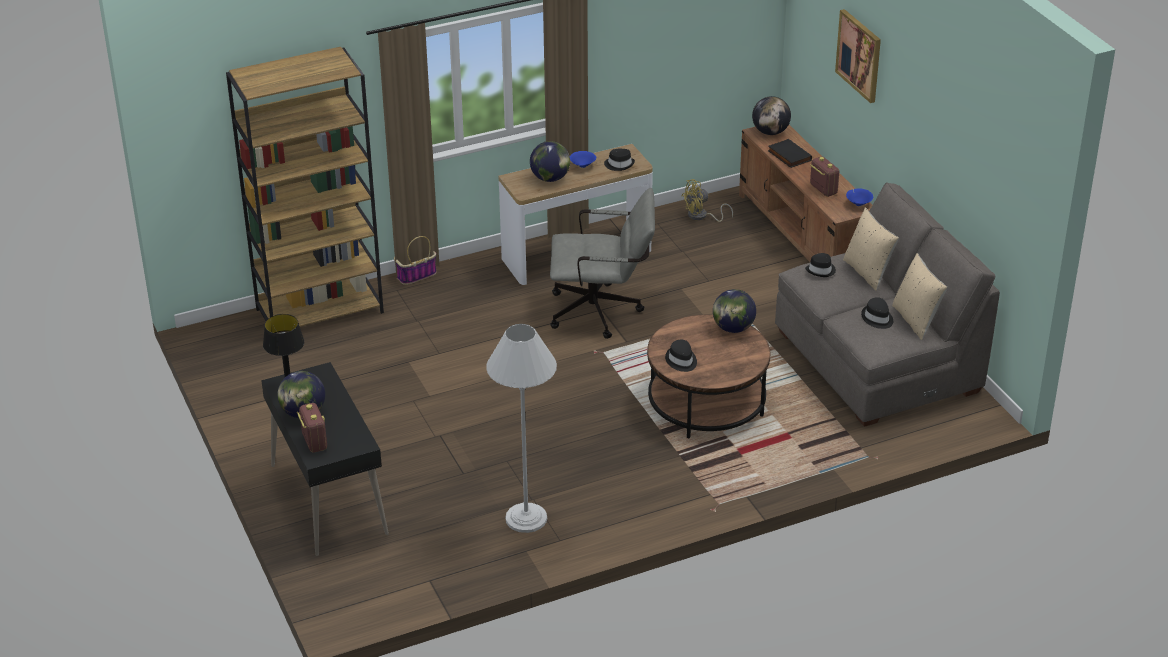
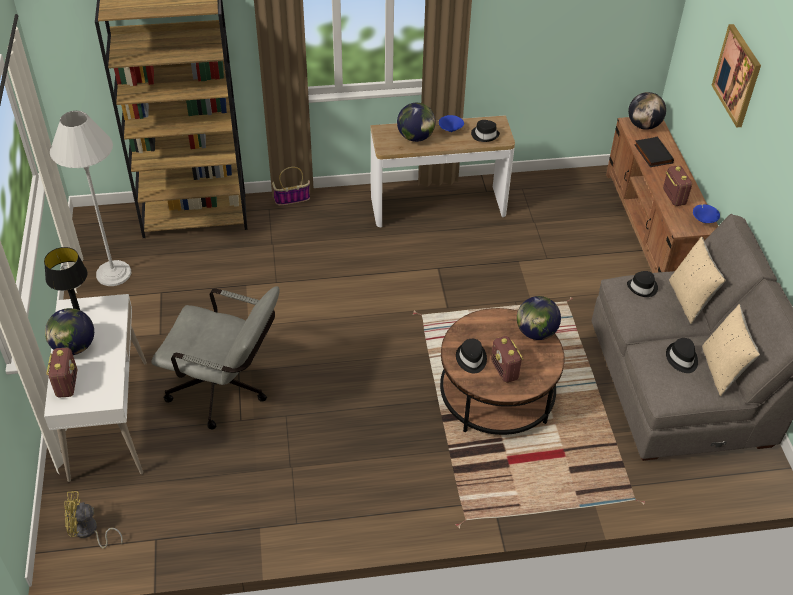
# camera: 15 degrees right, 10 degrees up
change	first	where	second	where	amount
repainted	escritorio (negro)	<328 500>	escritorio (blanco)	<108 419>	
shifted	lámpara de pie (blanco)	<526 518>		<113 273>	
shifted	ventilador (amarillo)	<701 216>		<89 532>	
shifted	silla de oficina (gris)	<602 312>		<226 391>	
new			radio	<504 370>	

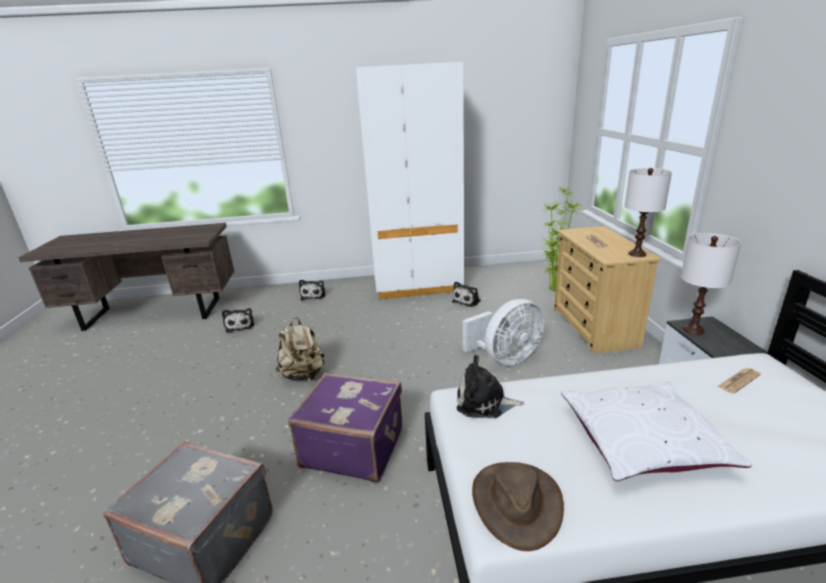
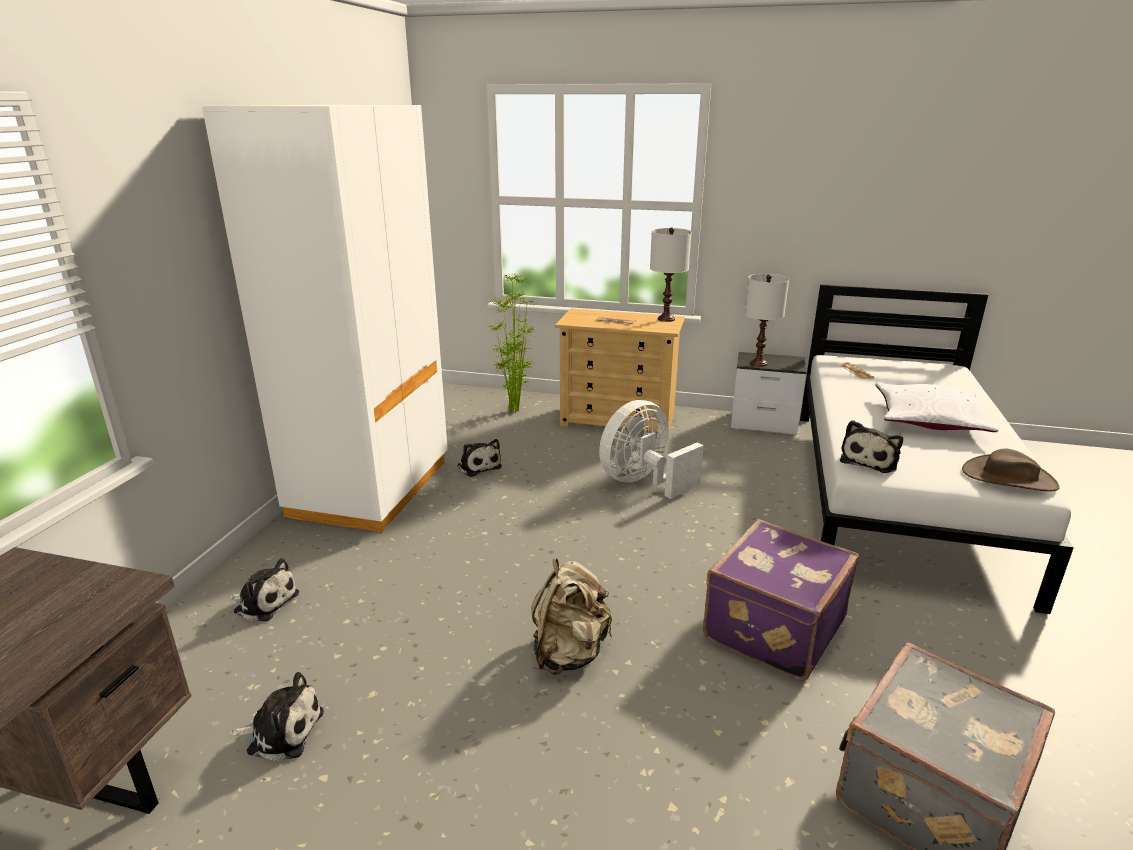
# camera: 70 degrees left, 0 degrees up
change	first	where	second	where	amount
rotated	ventilador (blanco)	<505 358>		<643 482>	120 degrees counterclockwise

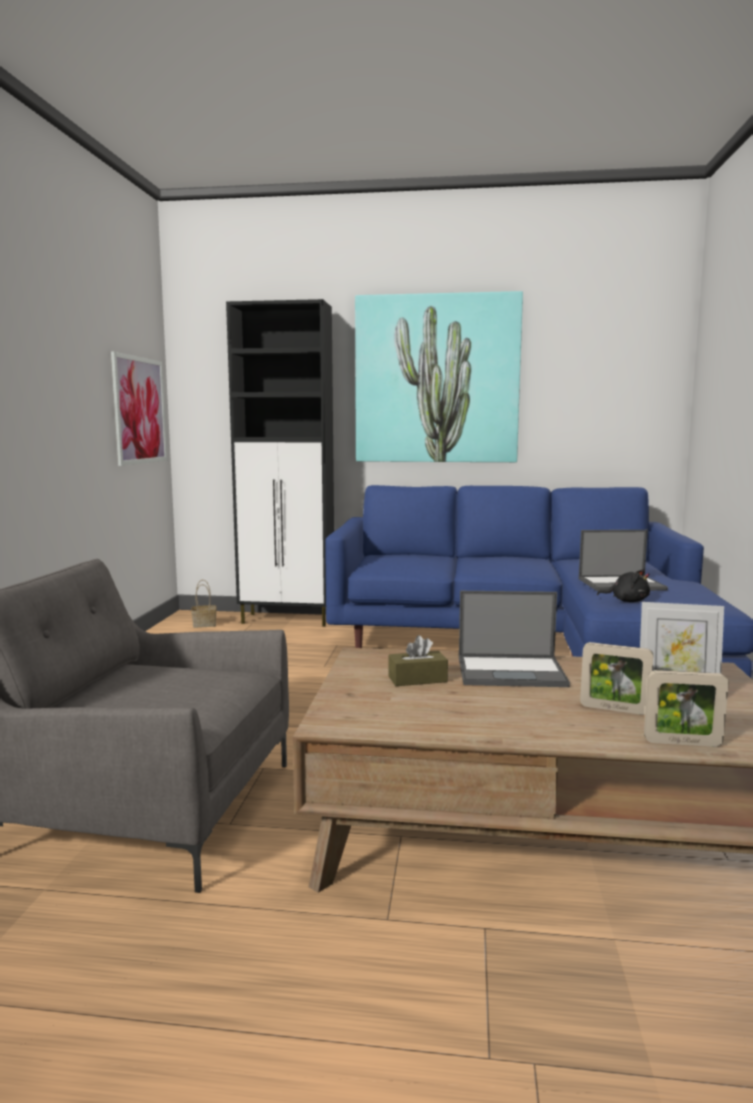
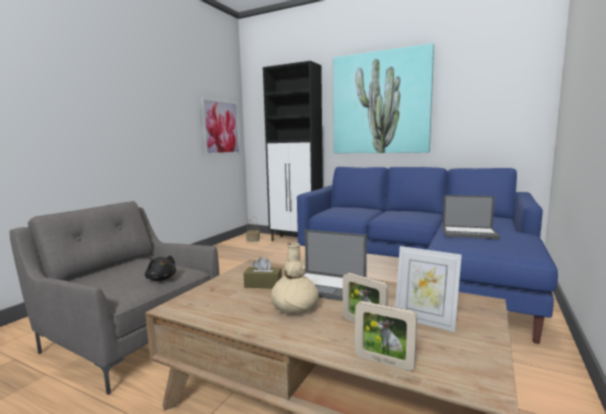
# camera: 20 degrees right, 0 degrees up
change	first	where	second	where	amount
shifted	peluche (negro)	<627 601>		<161 279>	
new			florero (beis)	<294 307>	

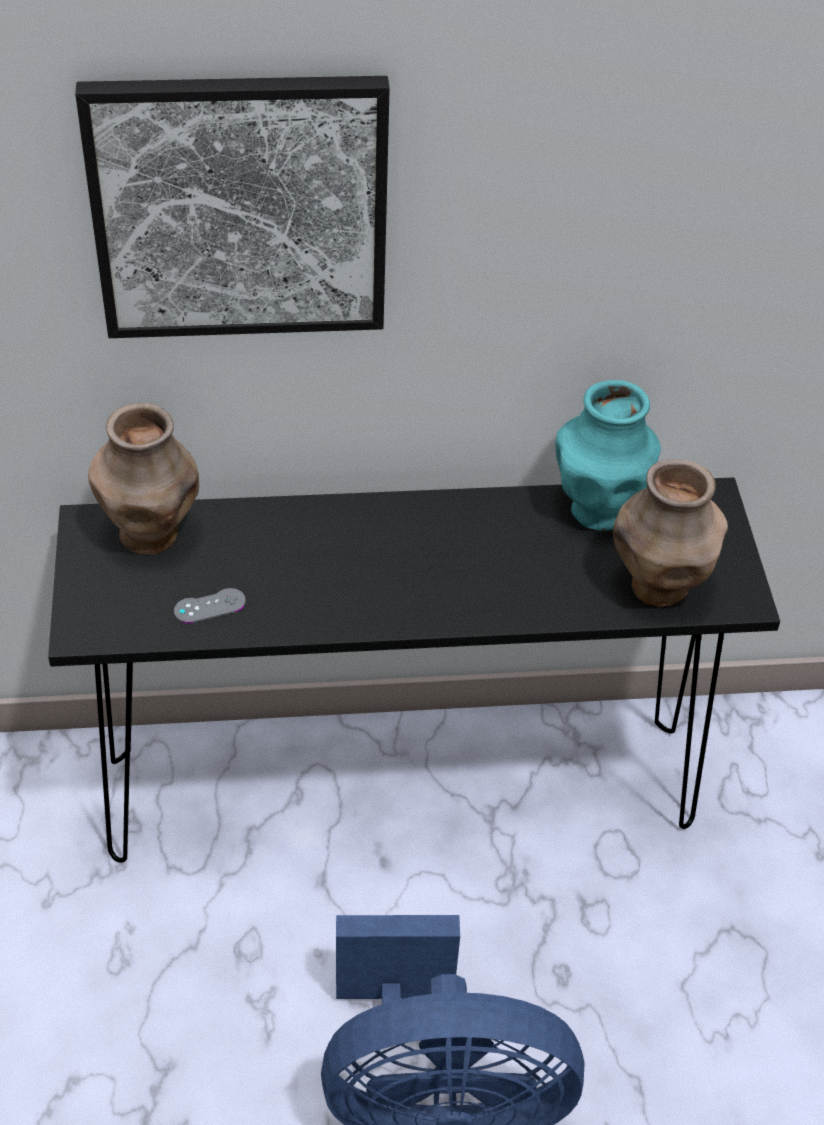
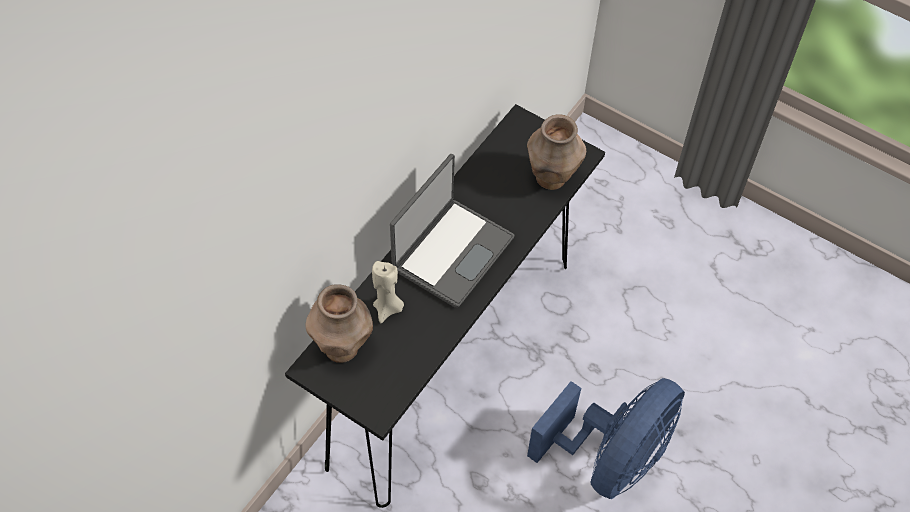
# camera: 50 degrees left, 10 degrees up
change	first	where	second	where	amount
new			vela (beis)	<388 309>	
new			portátil	<451 252>	
gone	cuadro	<240 207>			
gone	mando de consola (gris)	<210 606>			
gone	florero (turquesa)	<598 510>			

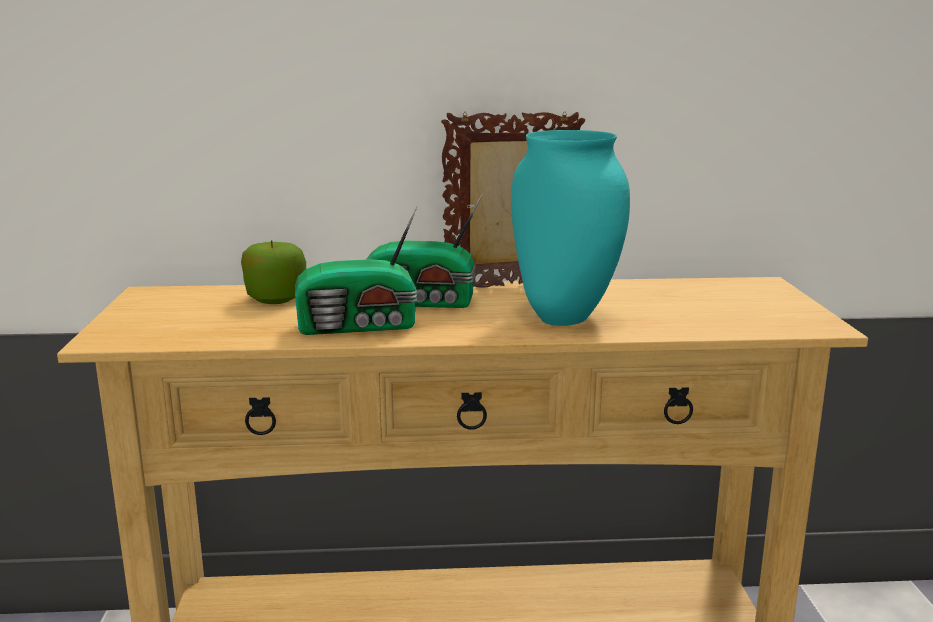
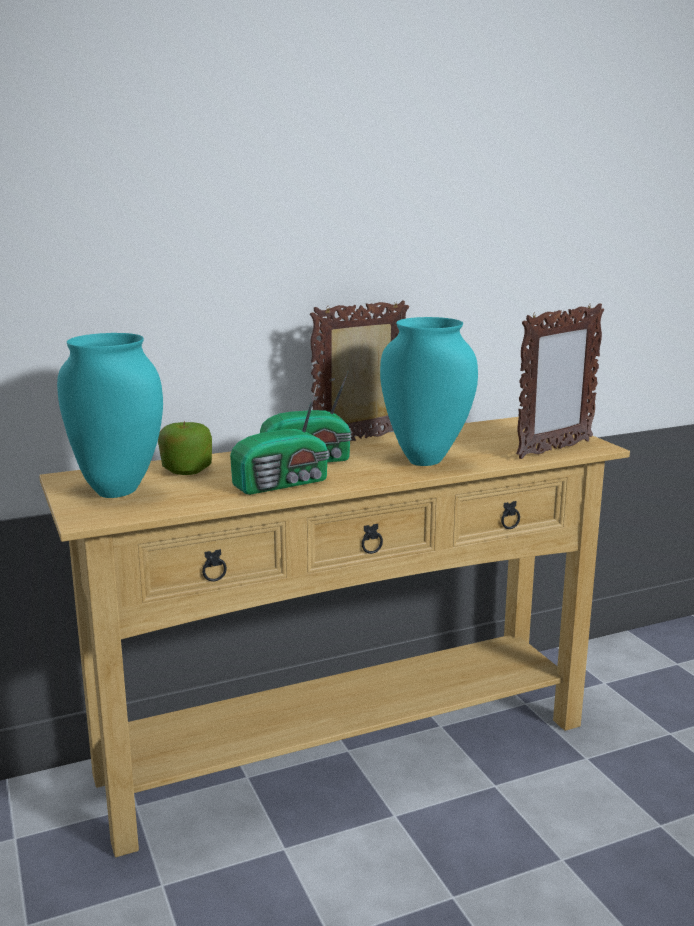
# camera: 20 degrees left, 0 degrees up
change	first	where	second	where	amount
new			florero (turquesa)	<119 490>	
new			portarretratos	<553 450>	

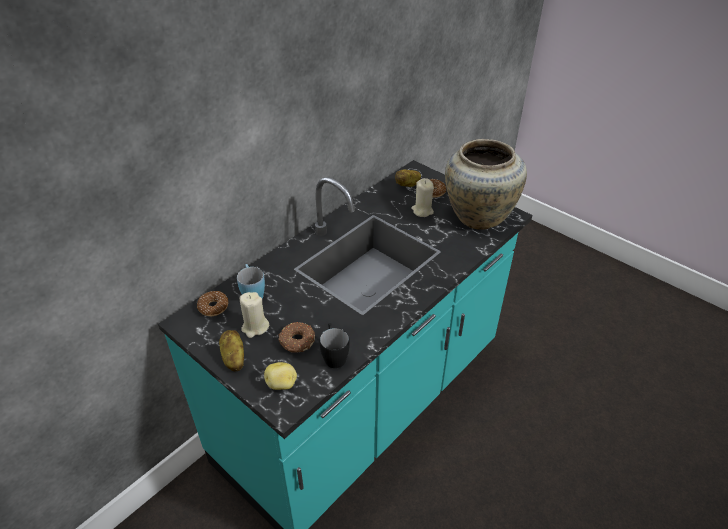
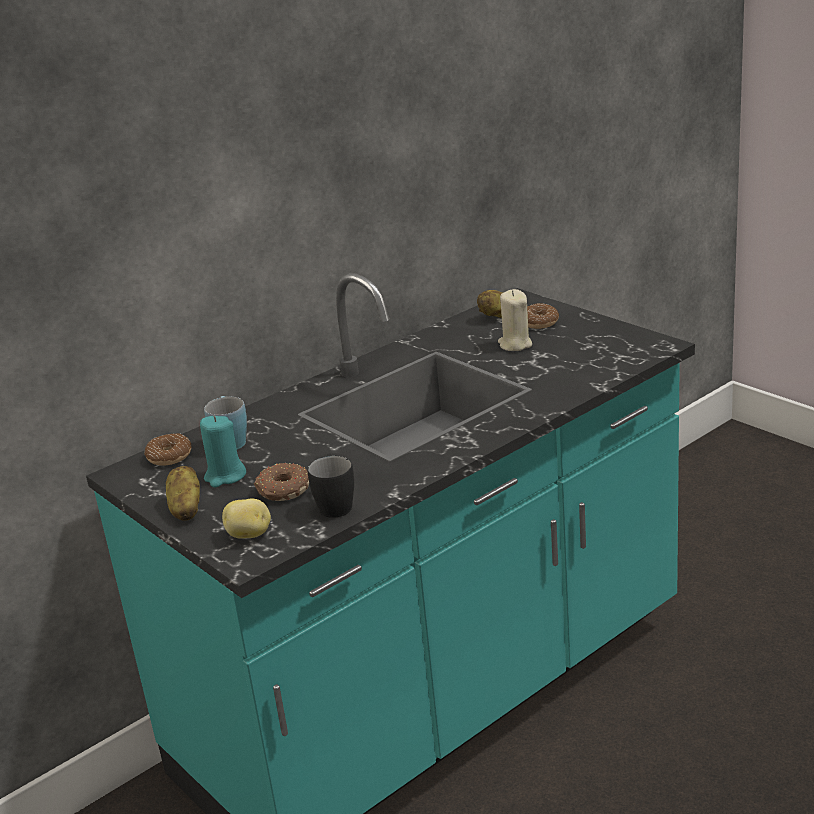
# camera: 10 degrees right, 15 degrees down
change	first	where	second	where	amount
repainted	vela (beis)	<255 327>	vela (turquesa)	<225 476>	
gone	florero (beis)	<478 215>			

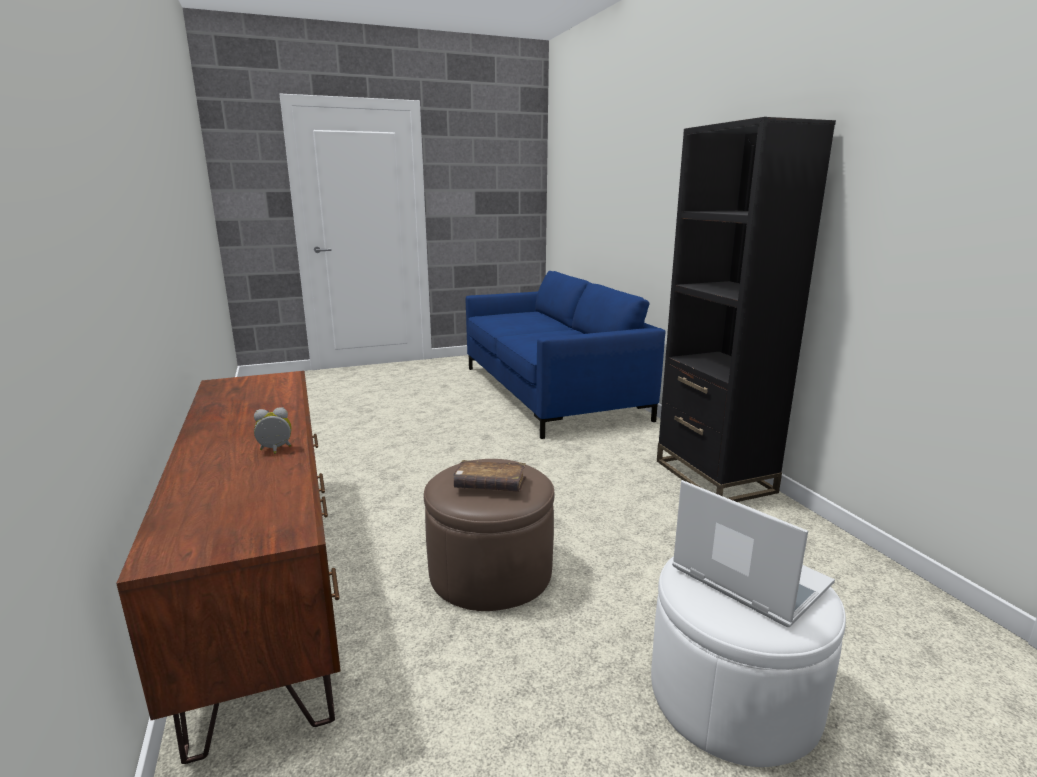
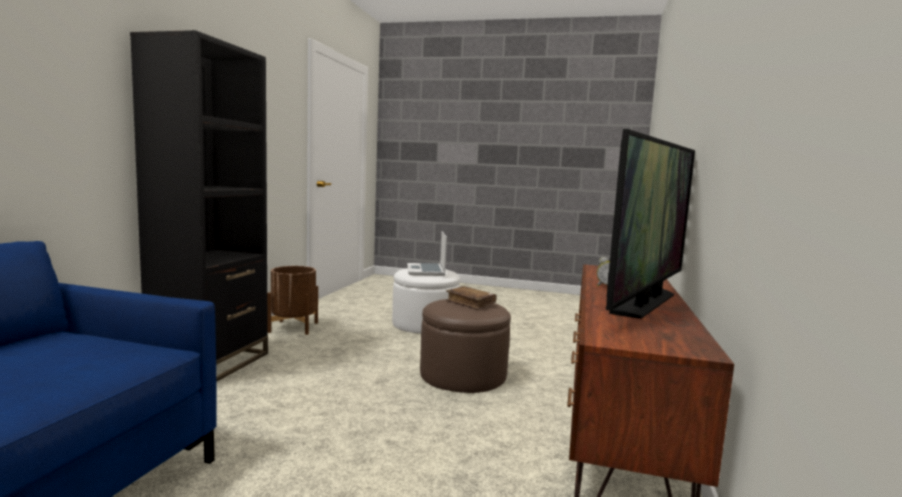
# camera: 145 degrees left, 10 degrees down
change	first	where	second	where	amount
new			maceta (marrón)	<293 327>	
new			televisor	<645 303>	

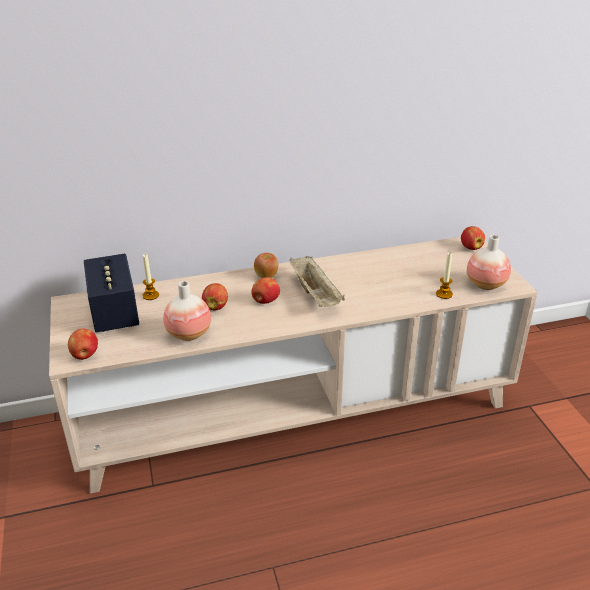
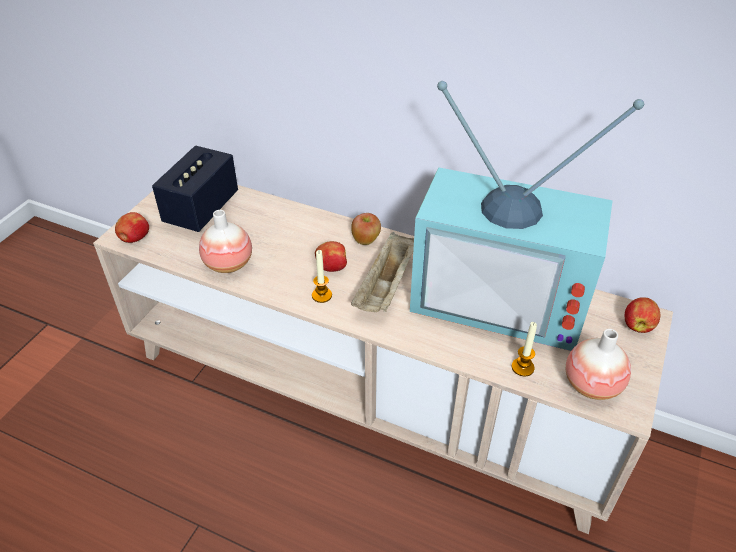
# camera: 40 degrees right, 10 degrees up
change	first	where	second	where	amount
shifted	vela	<150 295>		<322 295>	
new			televisor	<502 297>	
gone	manzana	<215 307>			

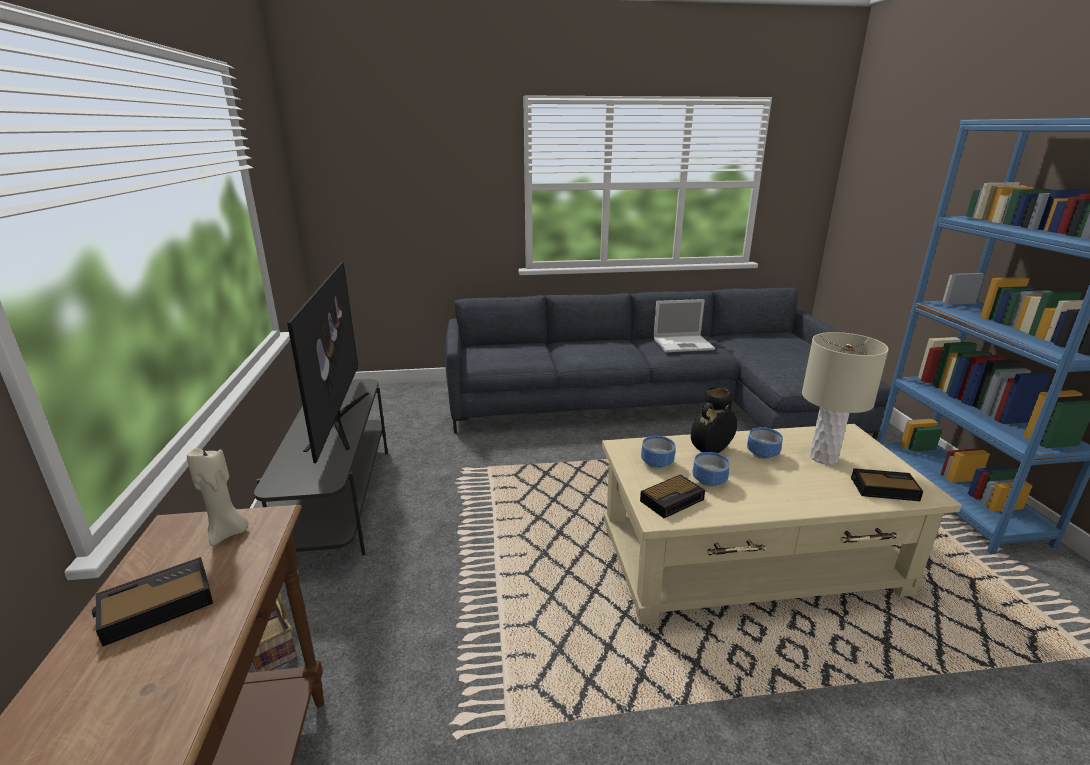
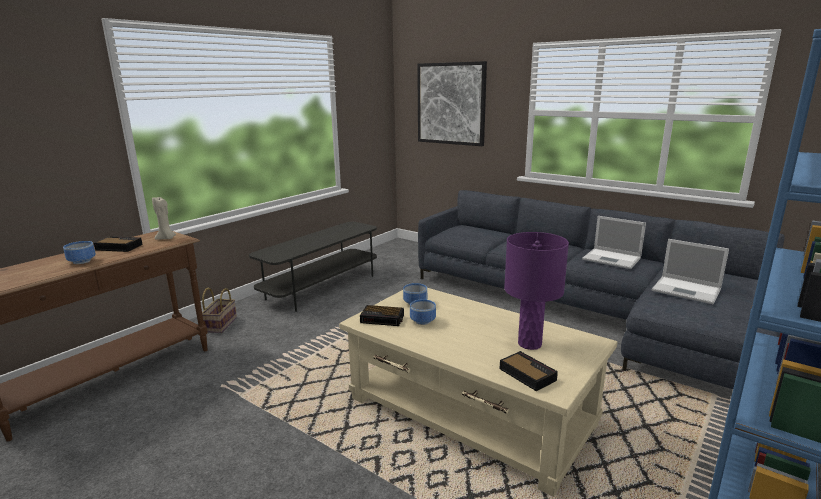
# camera: 45 degrees right, 5 degrees down
change	first	where	second	where	amount
shifted	cuenco	<761 453>		<83 261>	
new			cuadro	<451 104>	
repainted	lámpara de mesa (beis)	<823 458>	lámpara de mesa (morado)	<529 344>	
new			portátil	<687 290>	
gone	televisor	<338 420>			
gone	florero (negro)	<711 451>			

